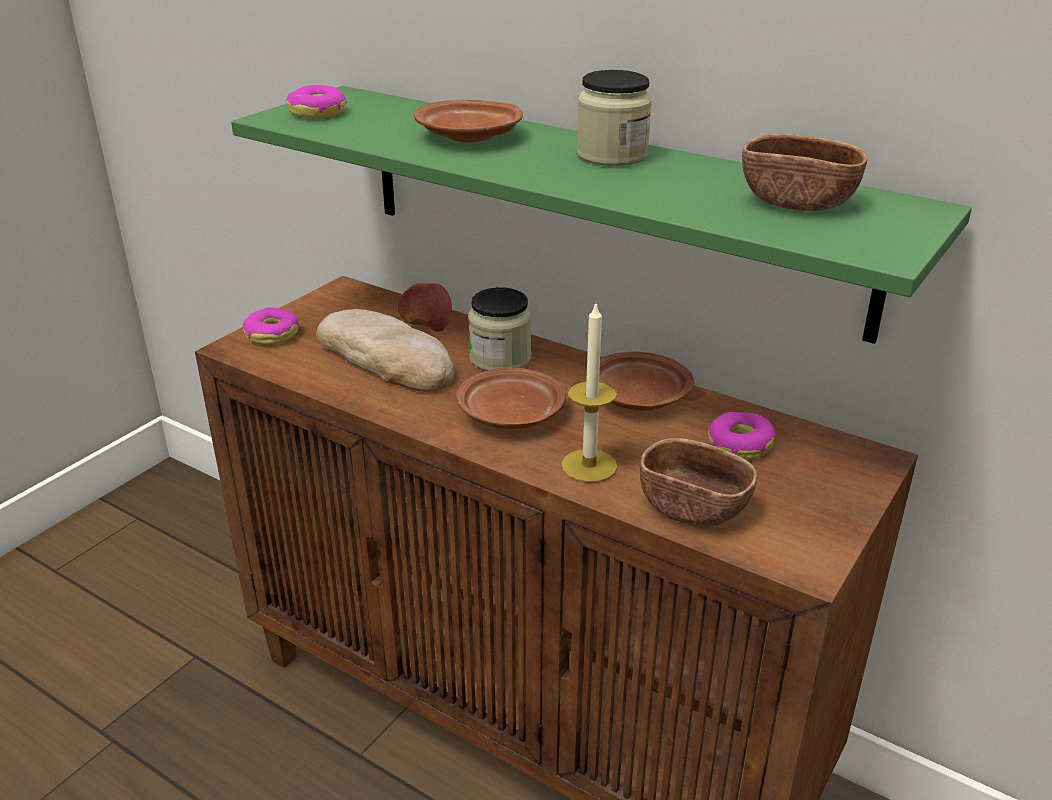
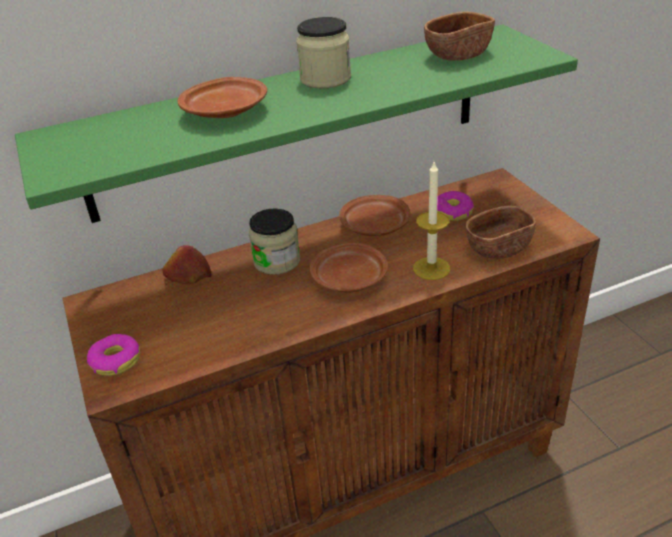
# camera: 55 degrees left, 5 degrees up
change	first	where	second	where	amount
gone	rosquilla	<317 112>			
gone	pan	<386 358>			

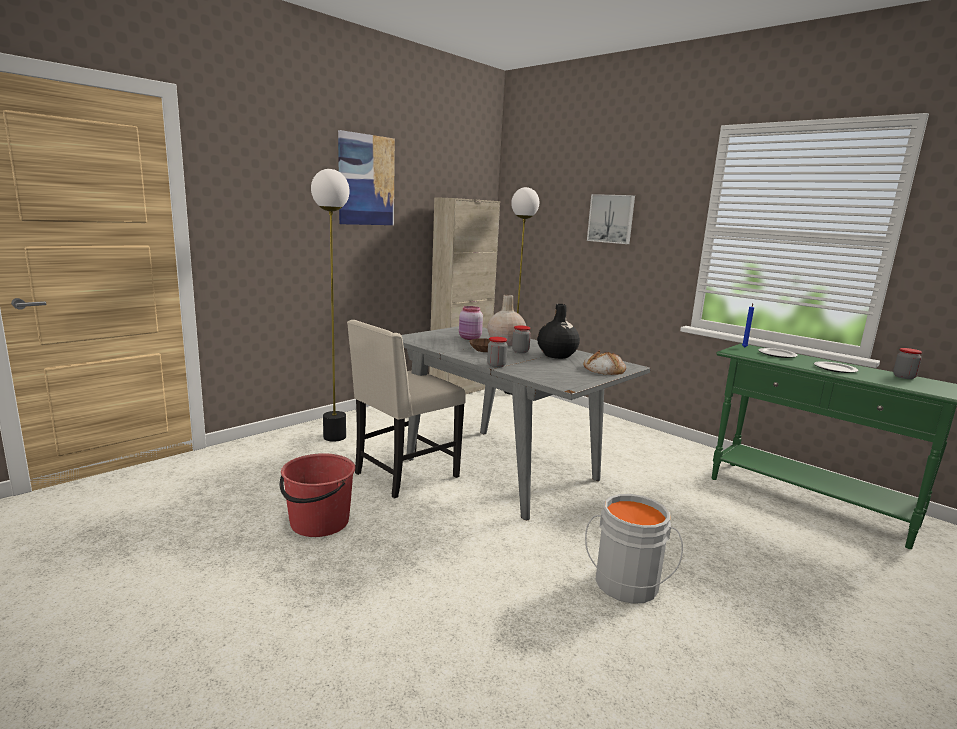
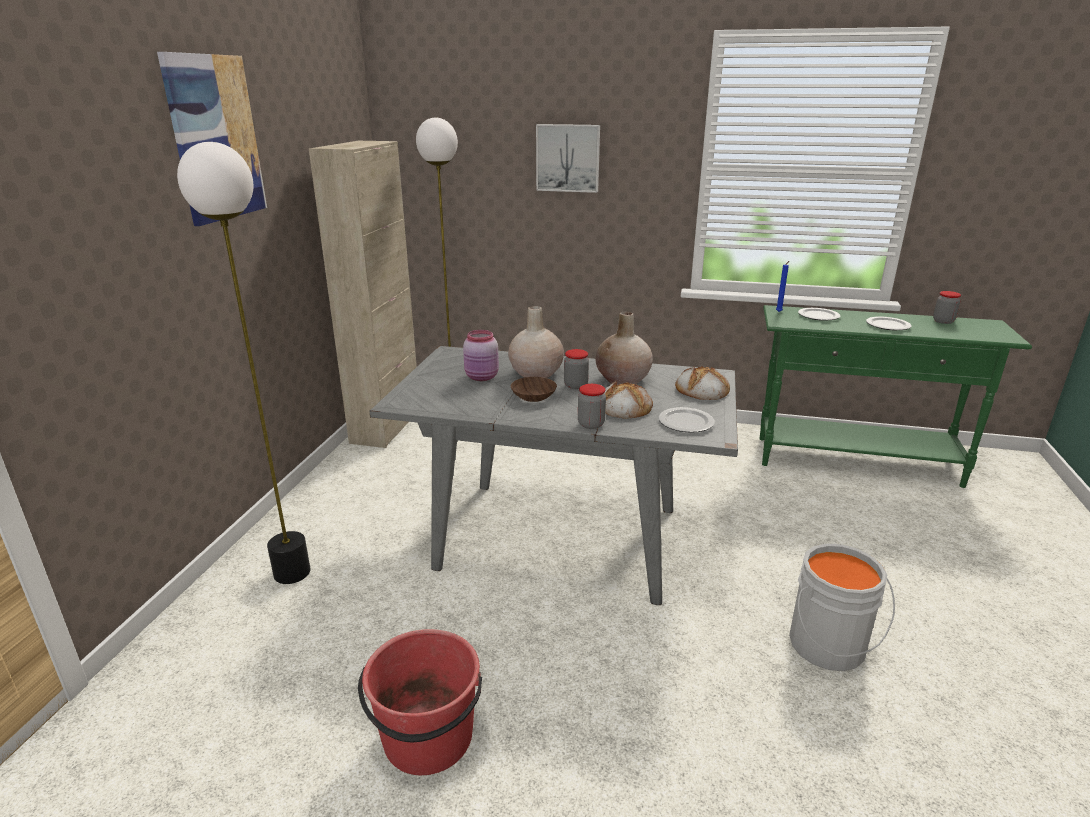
# camera: 30 degrees left, 10 degrees up
change	first	where	second	where	amount
repainted	florero (negro)	<557 355>	florero (beis)	<623 380>	
new			pan	<623 406>	
new			plato	<686 422>	
gone	silla (beis)	<404 475>			

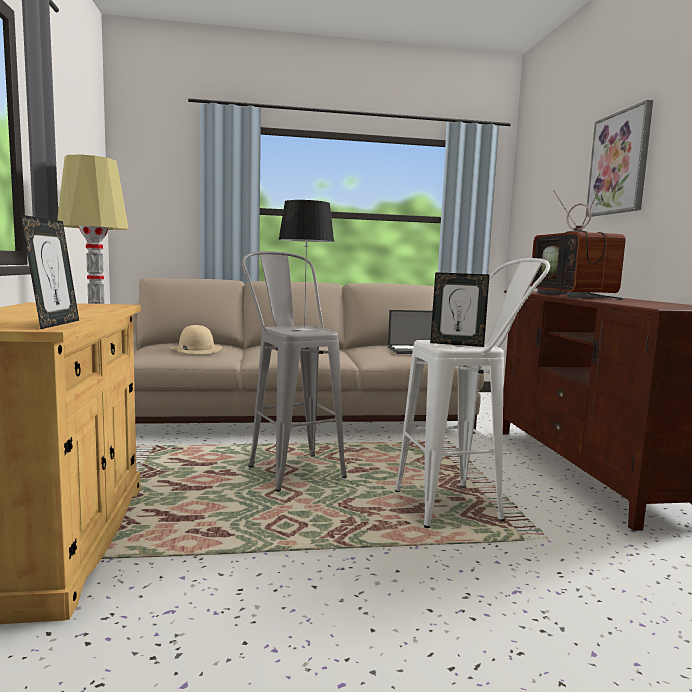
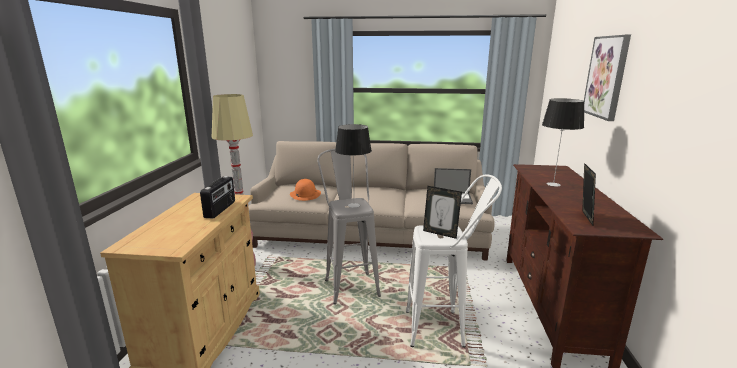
# camera: 15 degrees right, 10 degrees up
change	first	where	second	where	amount
new			radio	<220 209>	
repainted	sombrero (beis)	<196 349>	sombrero (naranja)	<305 194>	
swapped	televisor	<576 296>	lámpara de mesa	<553 184>	
shifted	portarretratos	<54 324>		<584 218>	

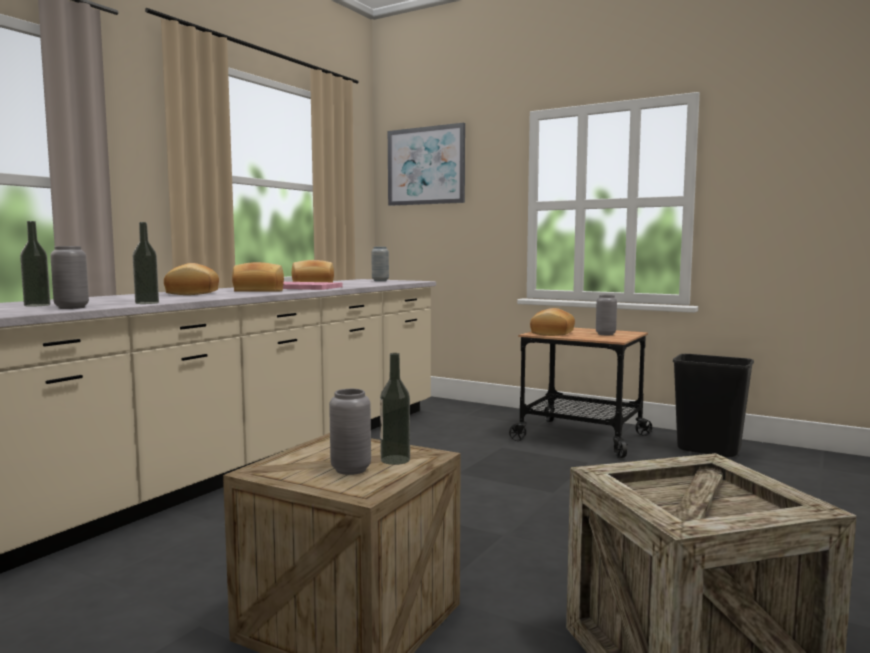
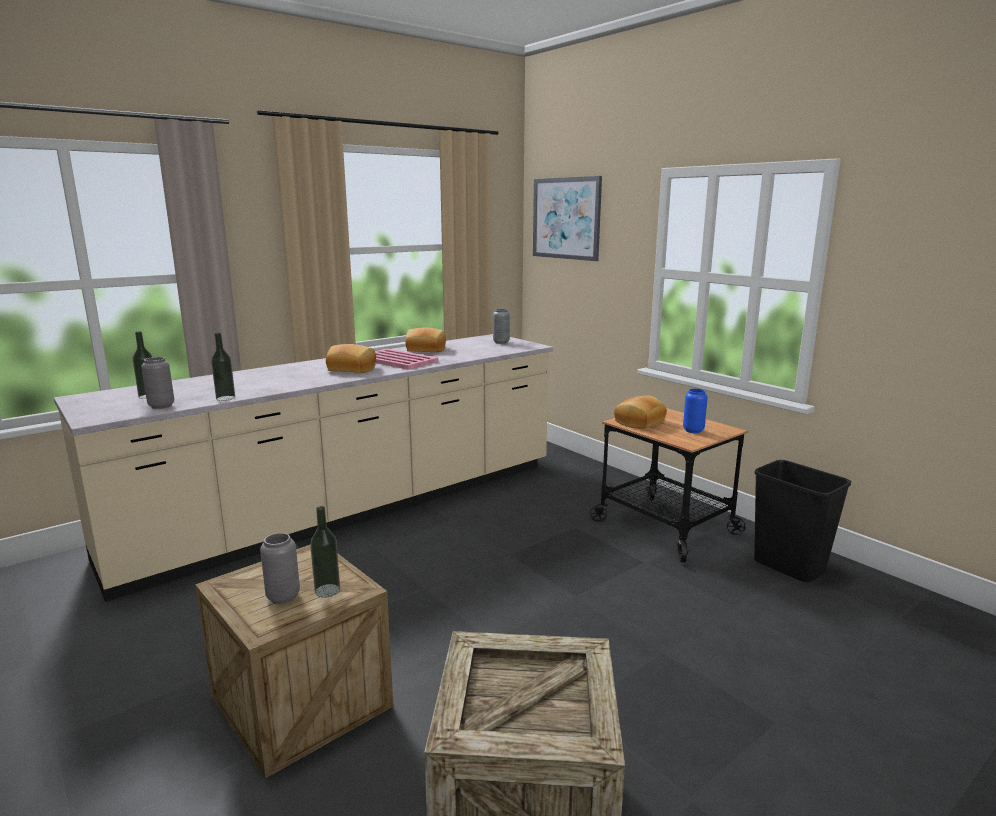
# camera: 20 degrees right, 10 degrees up
change	first	where	second	where	amount
repainted	florero (gris)	<605 334>	florero (azul)	<693 430>	
gone	pan	<194 293>			

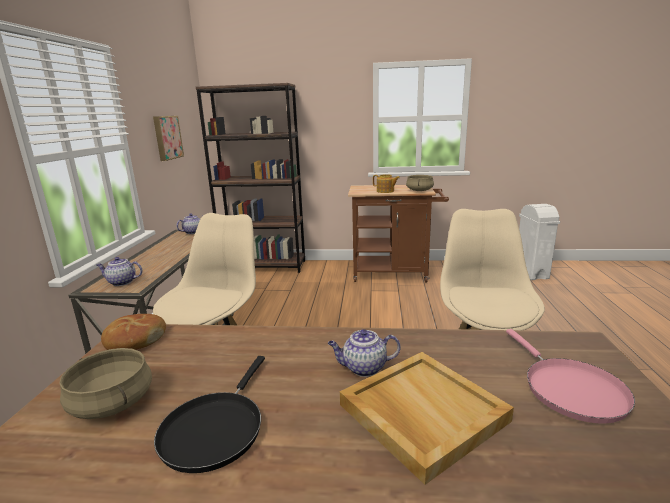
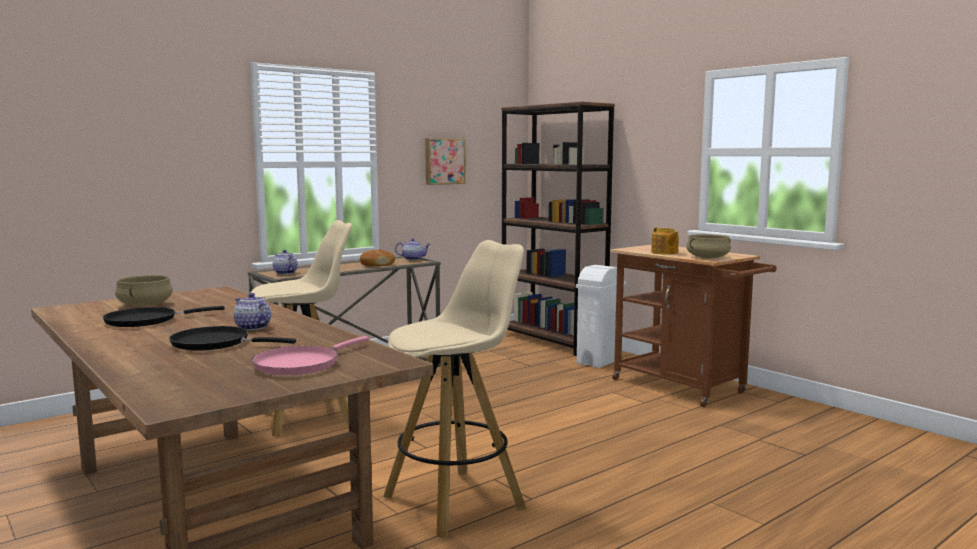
# camera: 45 degrees right, 10 degrees down
change	first	where	second	where	amount
swapped	bandeja (beis)	<421 412>	sartén (negro)	<216 343>	
shifted	pan	<135 341>		<377 264>	
shifted	papelera (blanco)	<531 273>		<599 361>	

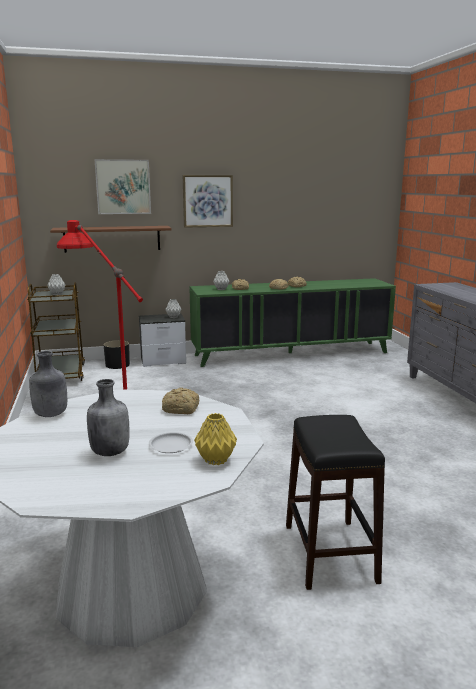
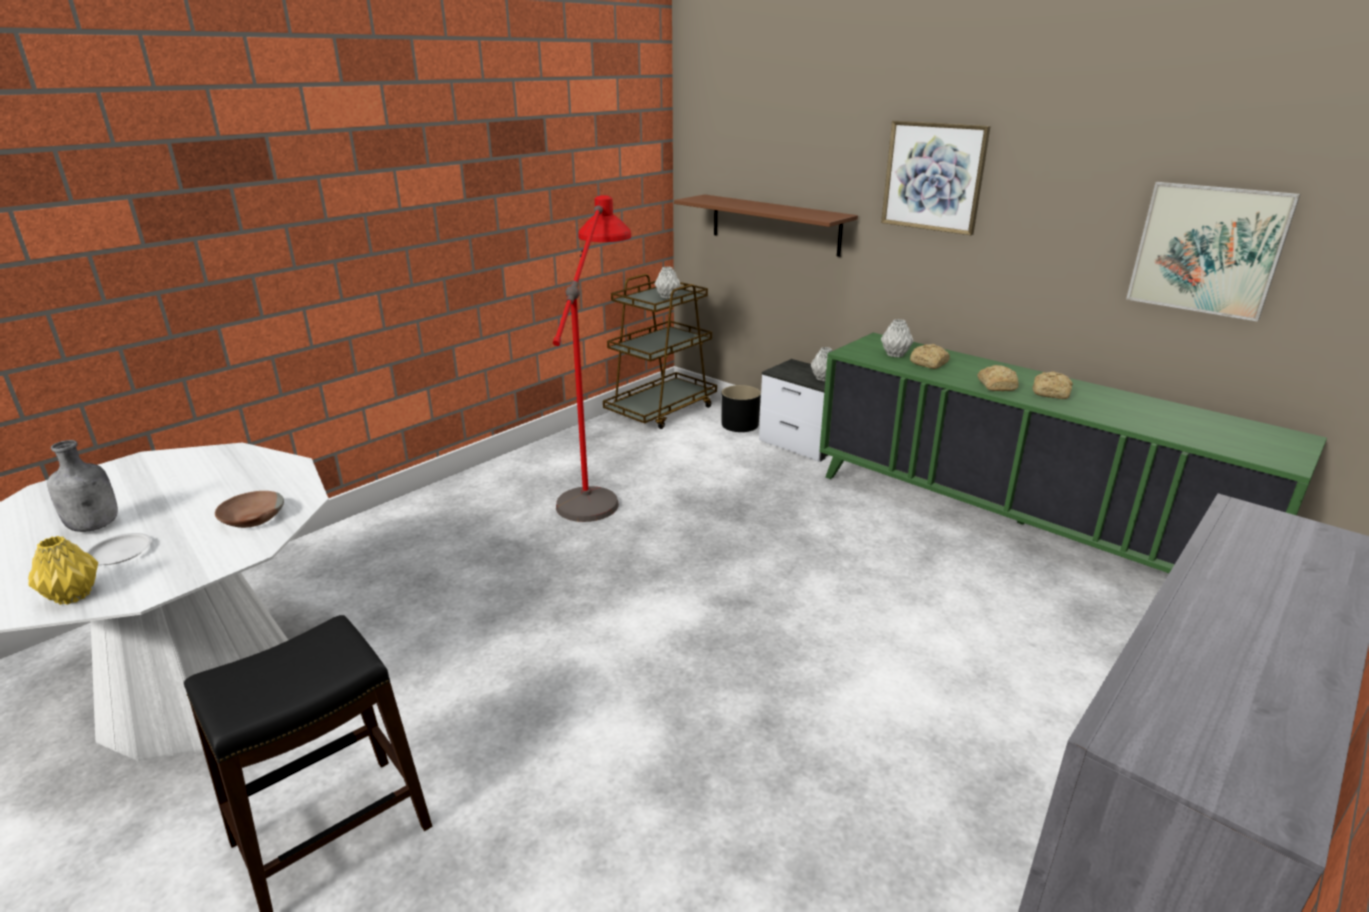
# camera: 55 degrees right, 10 degrees up
change	first	where	second	where	amount
swapped	pan	<182 409>	cuenco (marrón)	<251 518>	
shifted	cuadro	<123 187>		<1207 250>	
gone	botella (gris)	<51 415>			

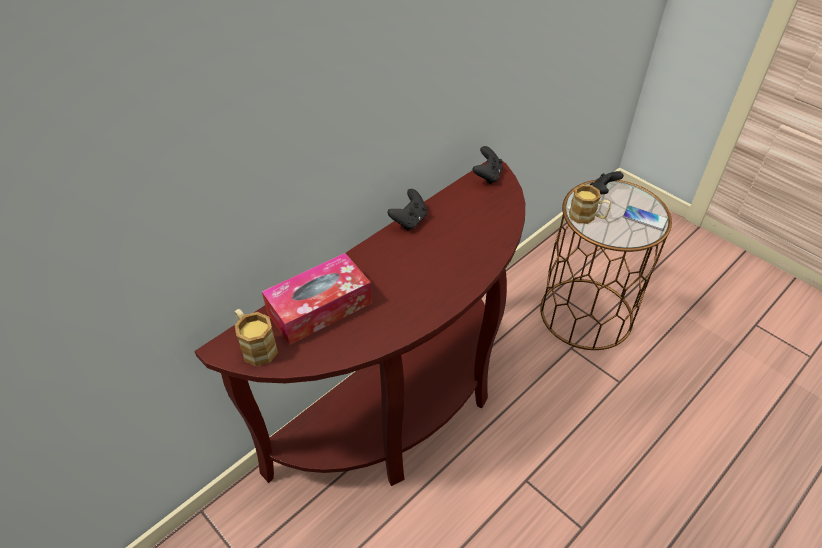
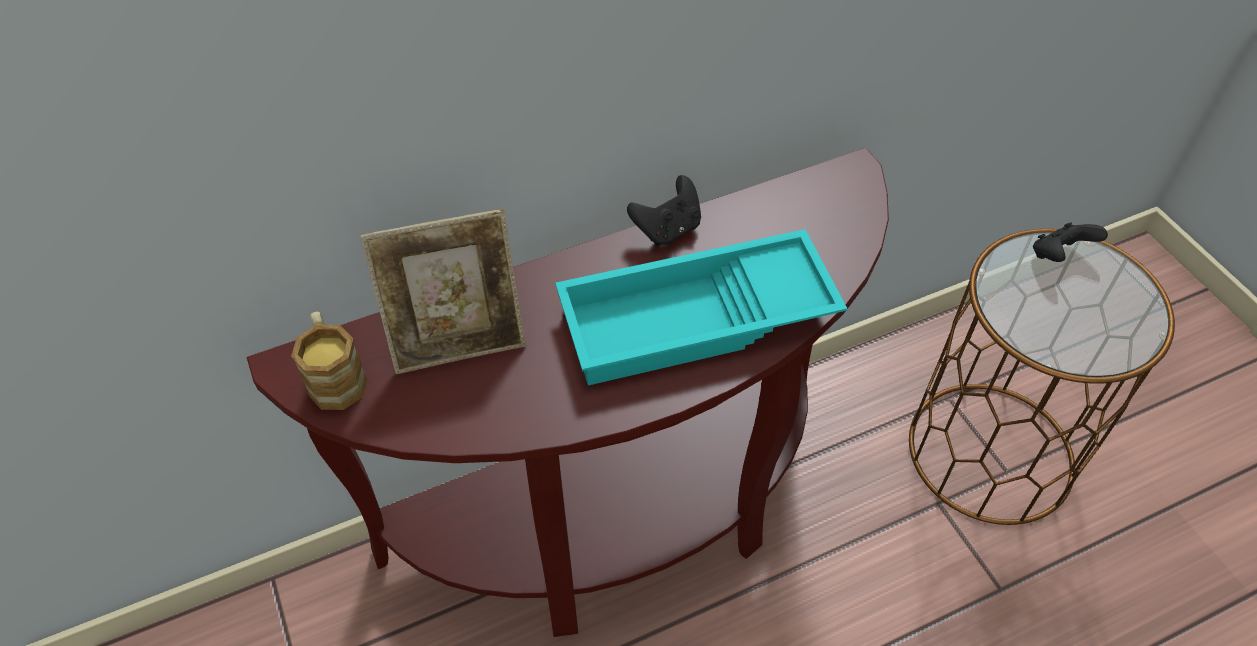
# camera: 20 degrees right, 5 degrees up
change	first	where	second	where	amount
swapped	caja de pañuelos	<319 308>	portarretratos	<458 340>	
new			bandeja (turquesa)	<696 322>	
gone	mando de consola (negro)	<487 176>			
gone	taza grande	<587 217>			
gone	móvil	<645 218>			

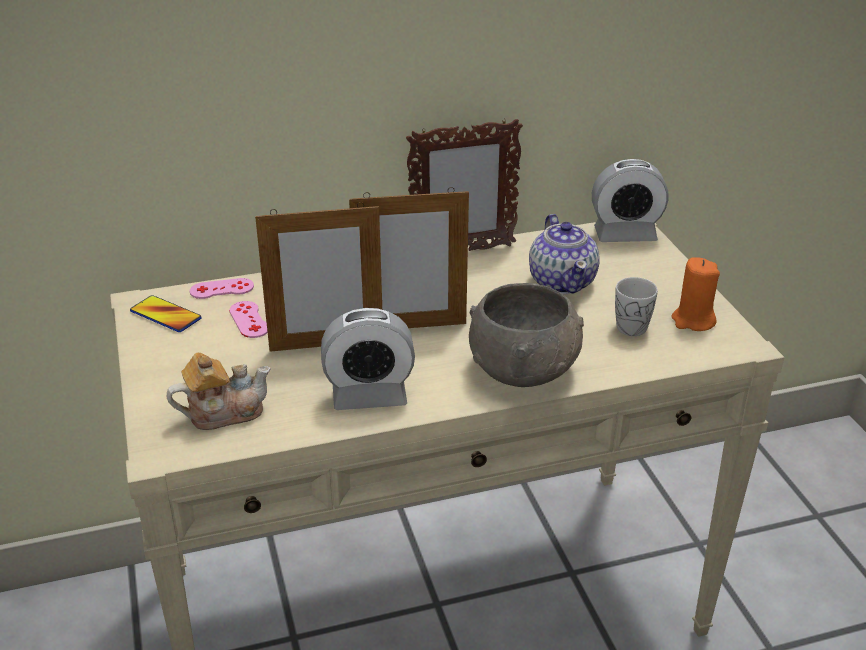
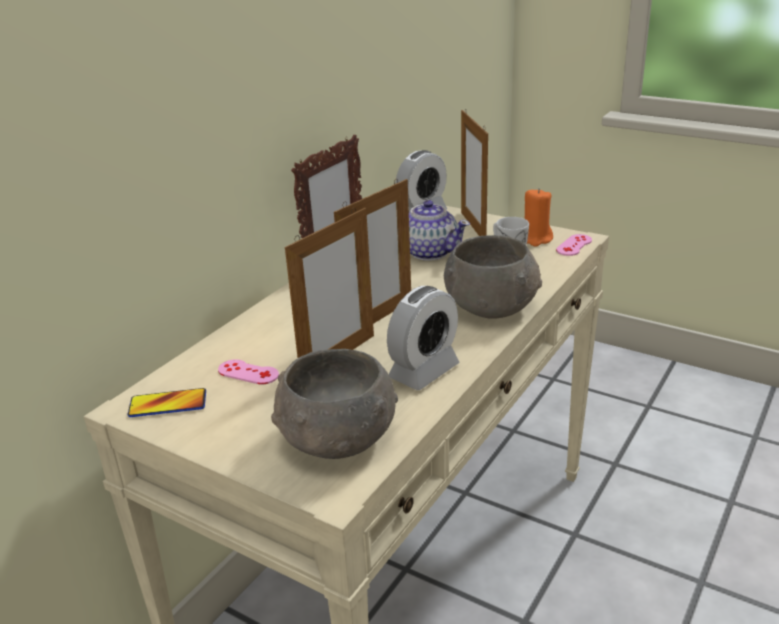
# camera: 40 degrees left, 5 degrees down
change	first	where	second	where	amount
swapped	tetera	<223 412>	cuenco (gris)	<336 439>	
new			portarretratos	<473 227>	
shifted	mando de consola (rosa)	<222 289>		<574 245>	

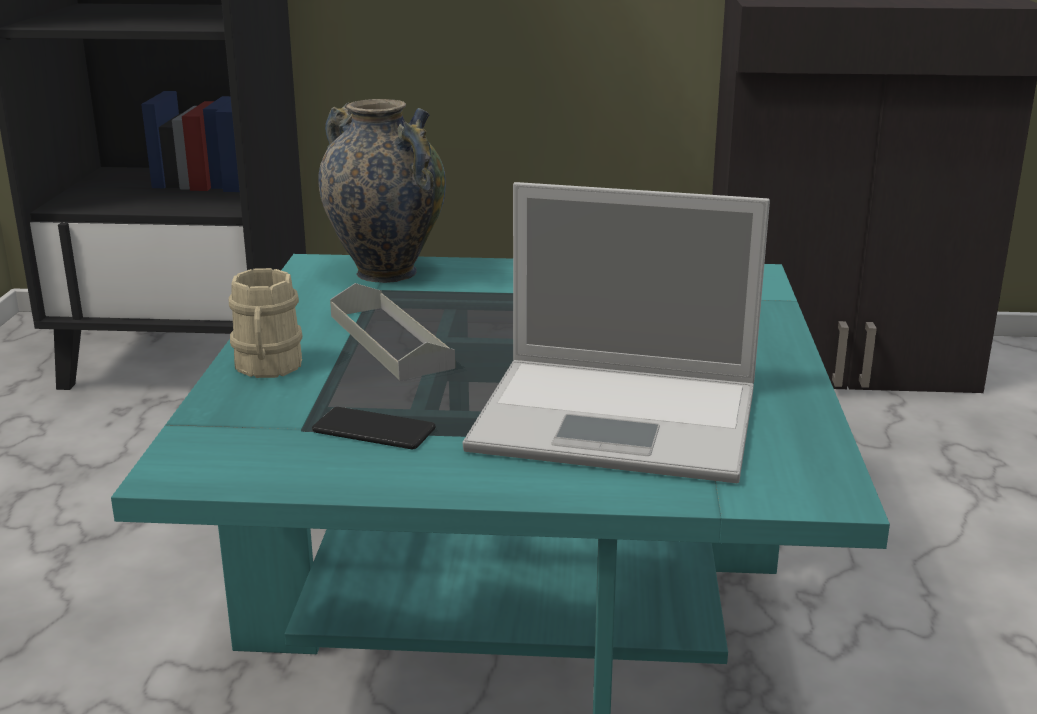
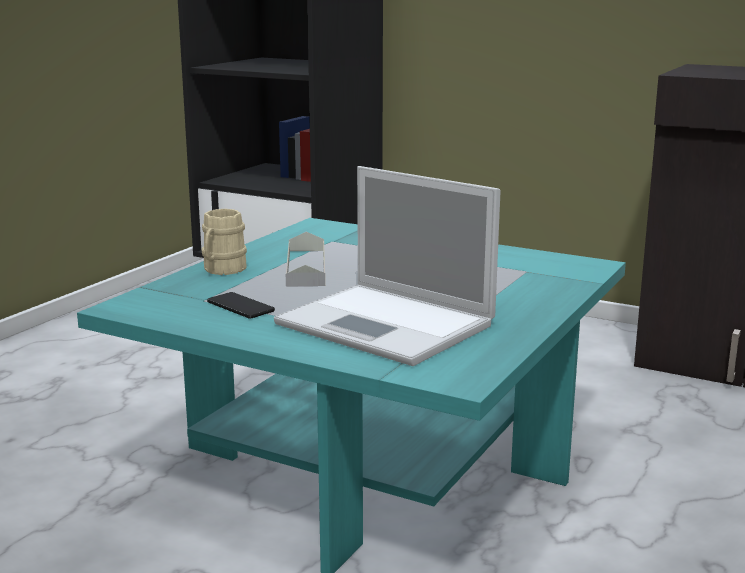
# camera: 25 degrees right, 5 degrees down
change	first	where	second	where	amount
gone	florero	<386 272>			

